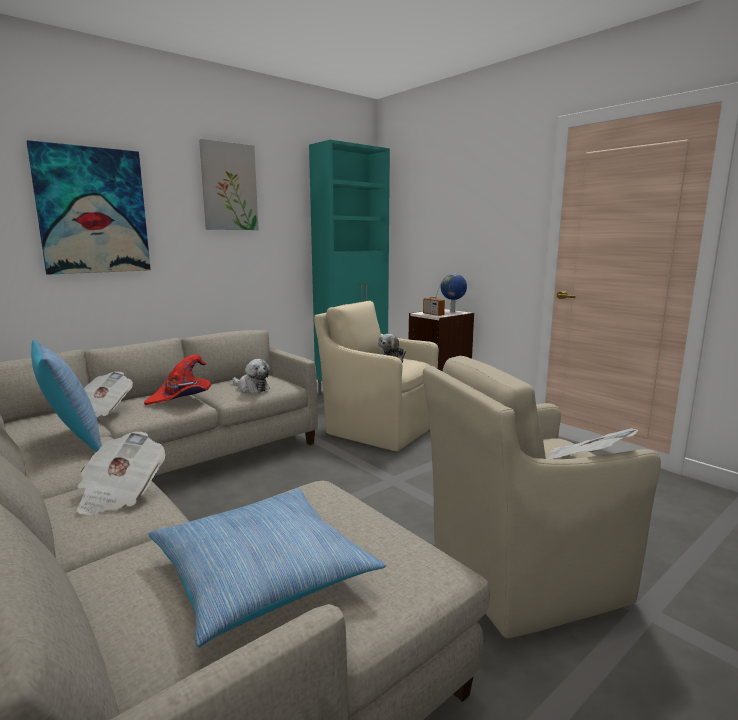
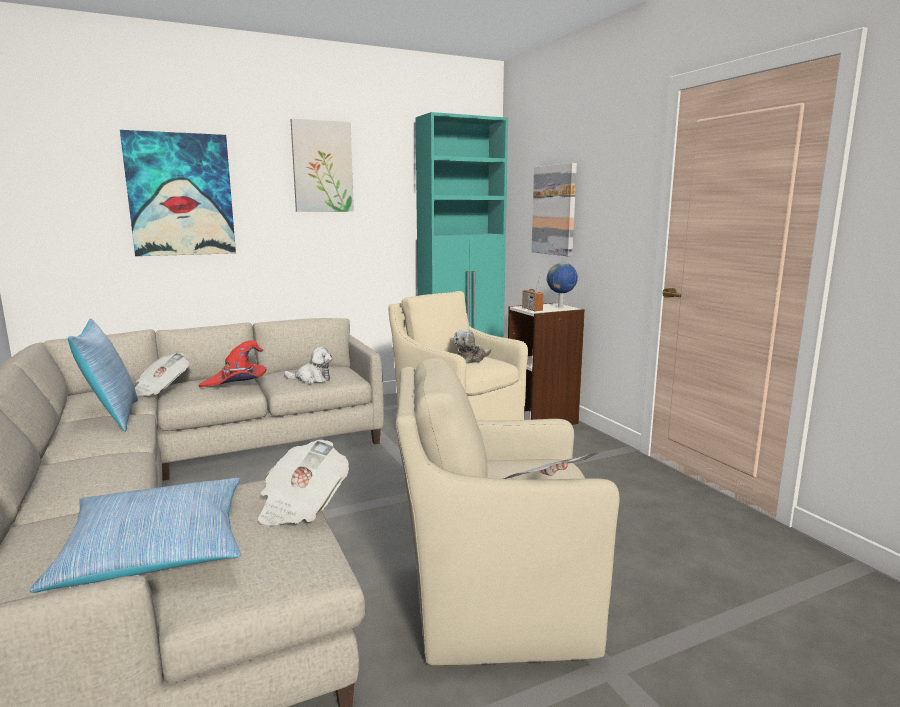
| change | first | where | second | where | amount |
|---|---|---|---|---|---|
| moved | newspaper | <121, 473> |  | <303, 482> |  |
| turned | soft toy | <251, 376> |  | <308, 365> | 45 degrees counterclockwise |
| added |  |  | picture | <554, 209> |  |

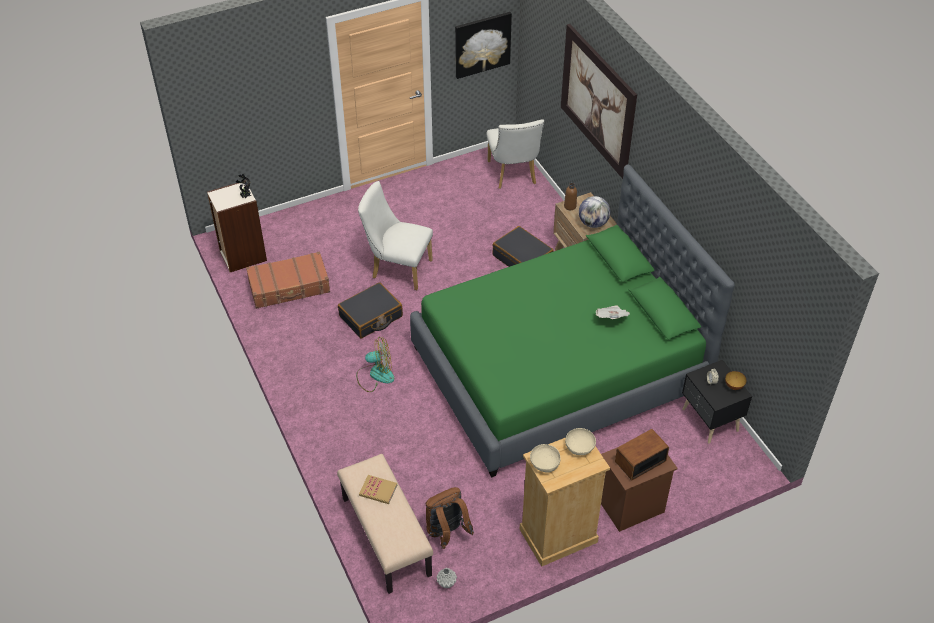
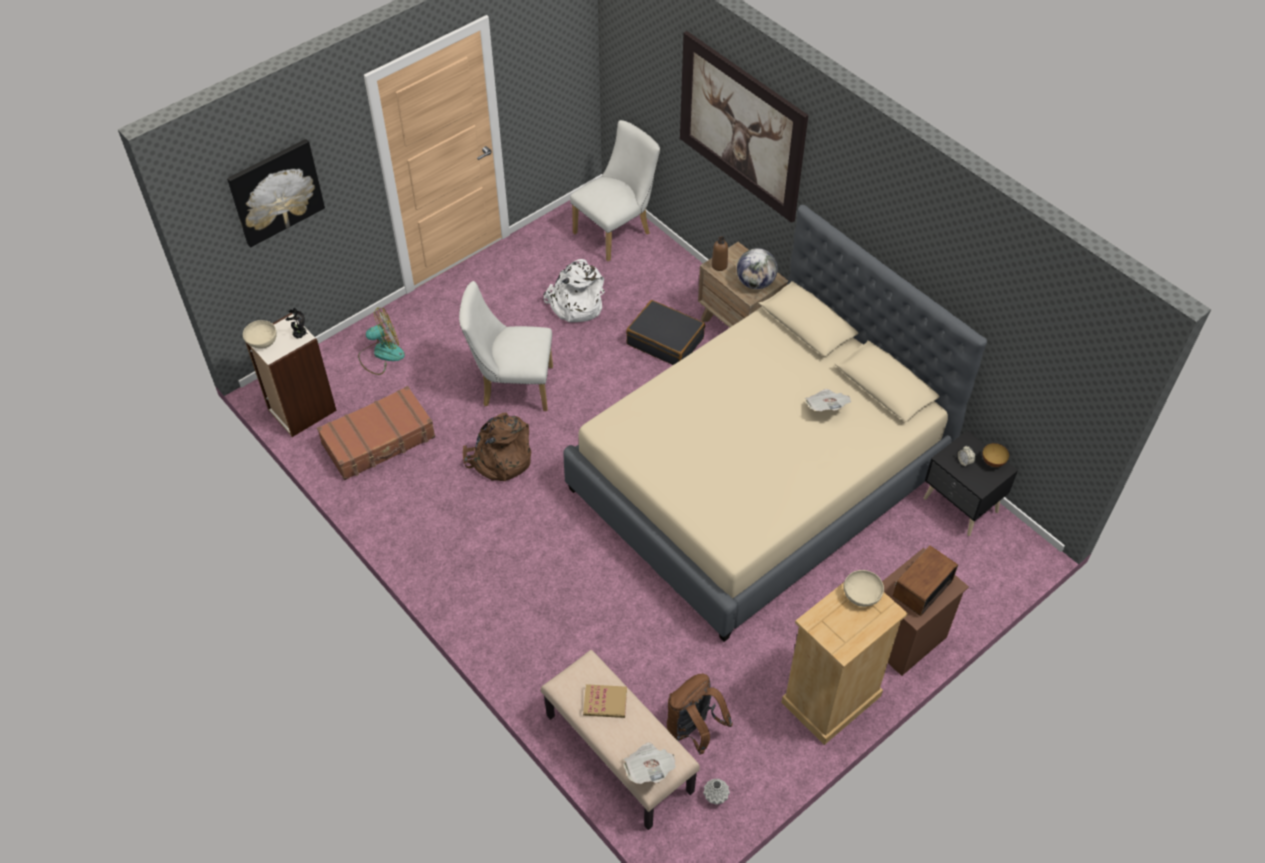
| change | first | where | second | where | amount |
|---|---|---|---|---|---|
| replaced | piece of luggage in black-coloured | <370, 310> | knapsack in brown-coloured | <497, 447> |  |
| moved | cooling fan | <375, 364> |  | <381, 341> |  |
| recoloured | sleeping bed in green | <572, 321> | sleeping bed in sand-coloured | <775, 423> |  |
| moved | picture | <483, 45> |  | <276, 193> |  |
| turned | upright chair in whitish | <515, 154> |  | <615, 190> | 105 degrees counterclockwise |
| moved | serving bowl in sand-coloured | <545, 458> |  | <260, 334> |  |
| added |  |  | knapsack in whitish | <574, 290> |  |
| added |  |  | newspaper | <649, 763> |  |

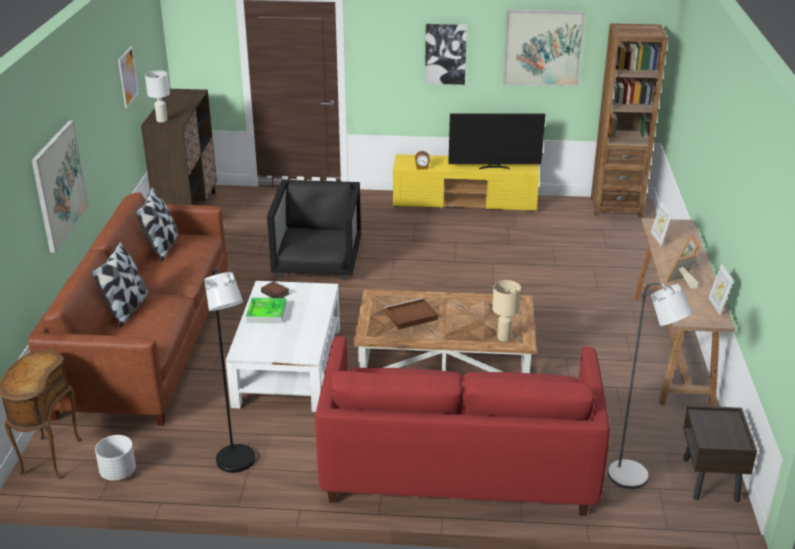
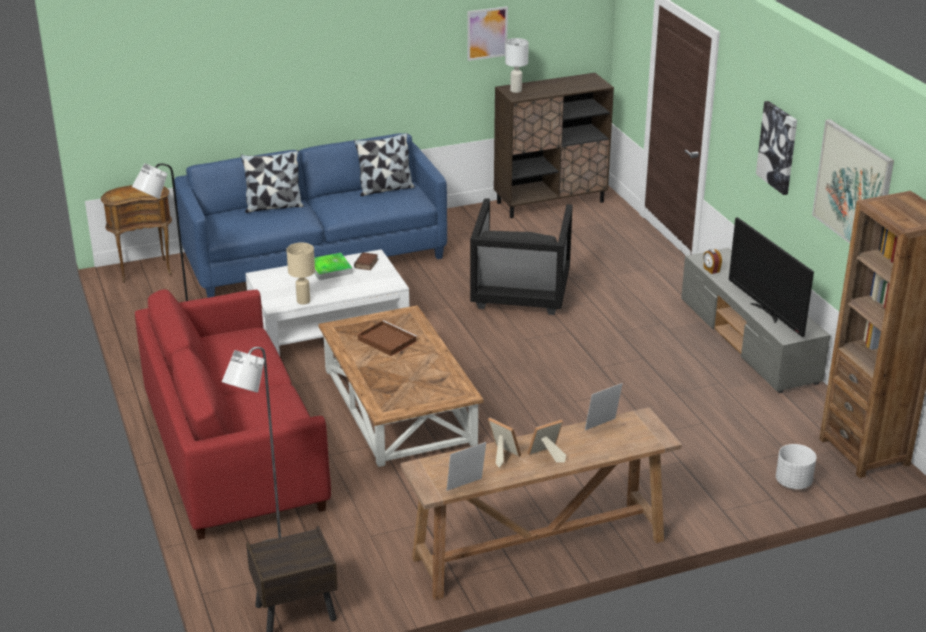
| change | first | where | second | where | amount |
|---|---|---|---|---|---|
| recoloured | sofa in brown-coloured | <128, 309> | sofa in blue-coloured | <310, 215> |  |
| removed | picture | <60, 186> |  |  |  |
| moved | planter in whitish | <115, 458> |  | <796, 466> |  |
| turned | armchair in black-coloured | <314, 230> |  | <521, 256> | 120 degrees clockwise |
| recoloured | tv stand in yellowish | <466, 183> | tv stand in greyish | <756, 320> |  |
| moved | tabletop lamp in sand-coloured | <506, 311> |  | <301, 274> |  |

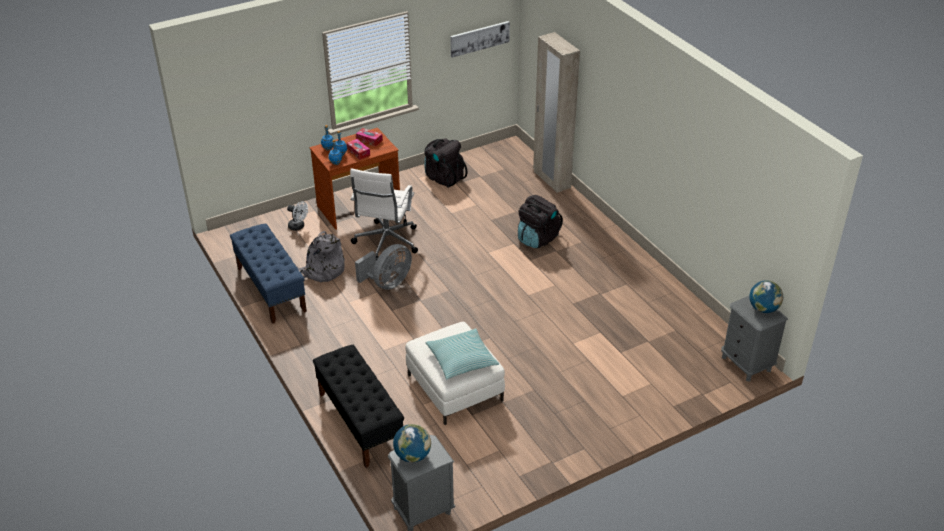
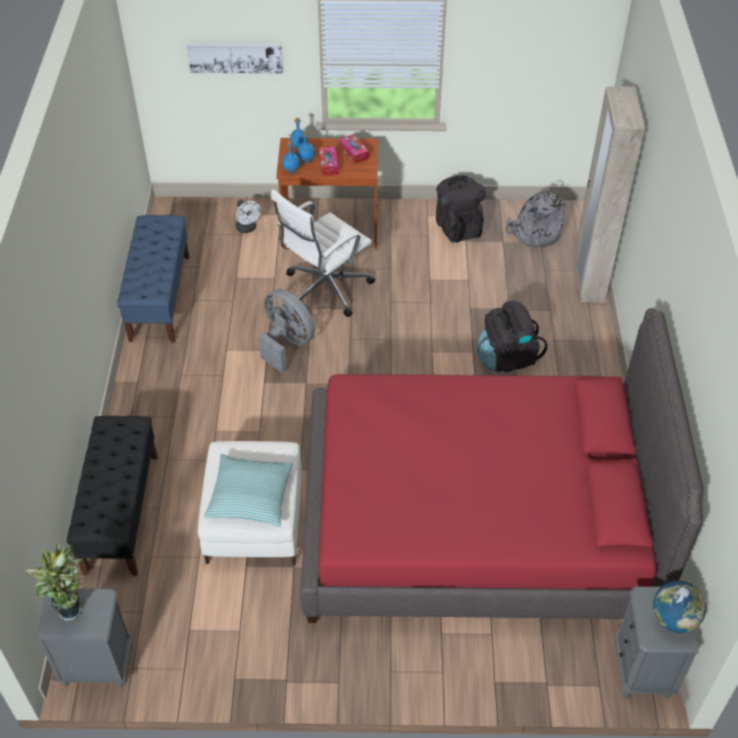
| change | first | where | second | where | amount |
|---|---|---|---|---|---|
| moved | knapsack in greyish | <321, 256> |  | <536, 218> |  |
| turned | cooling fan in greyish | <383, 267> |  | <286, 331> | 120 degrees counterclockwise |
| replaced | globe | <412, 443> | houseplant | <54, 581> |  |
| moved | picture | <480, 39> |  | <235, 58> |  |
| added |  |  | sleeping bed in reddish | <502, 465> |  |

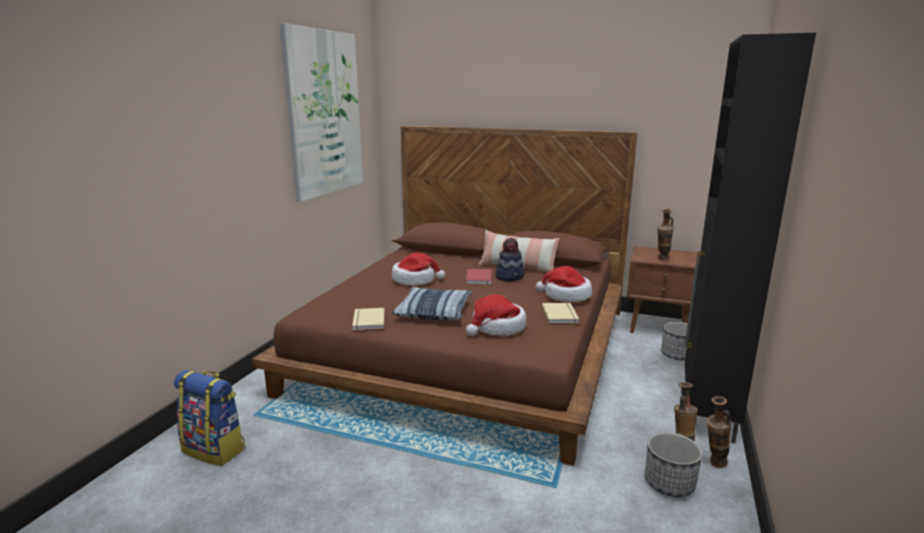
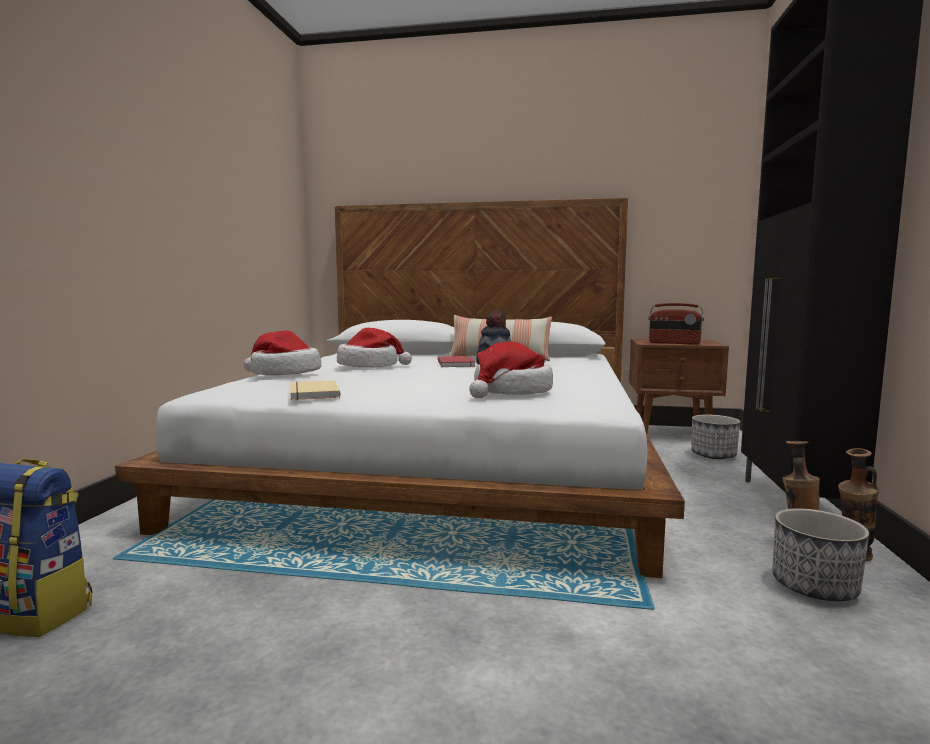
| change | first | where | second | where | amount |
|---|---|---|---|---|---|
| recoloured | sleeping bed in brown-coloured | <445, 296> | sleeping bed in whitish | <400, 388> |  |
| removed | picture | <321, 112> |  |  |  |
| removed | pillow | <432, 303> |  |  |  |
| moved | clothing hat | <564, 284> |  | <282, 352> |  |
| removed | volume in sand-coloured | <560, 313> |  |  |  |
| replaced | vase | <665, 235> | radio set | <676, 324> |  |

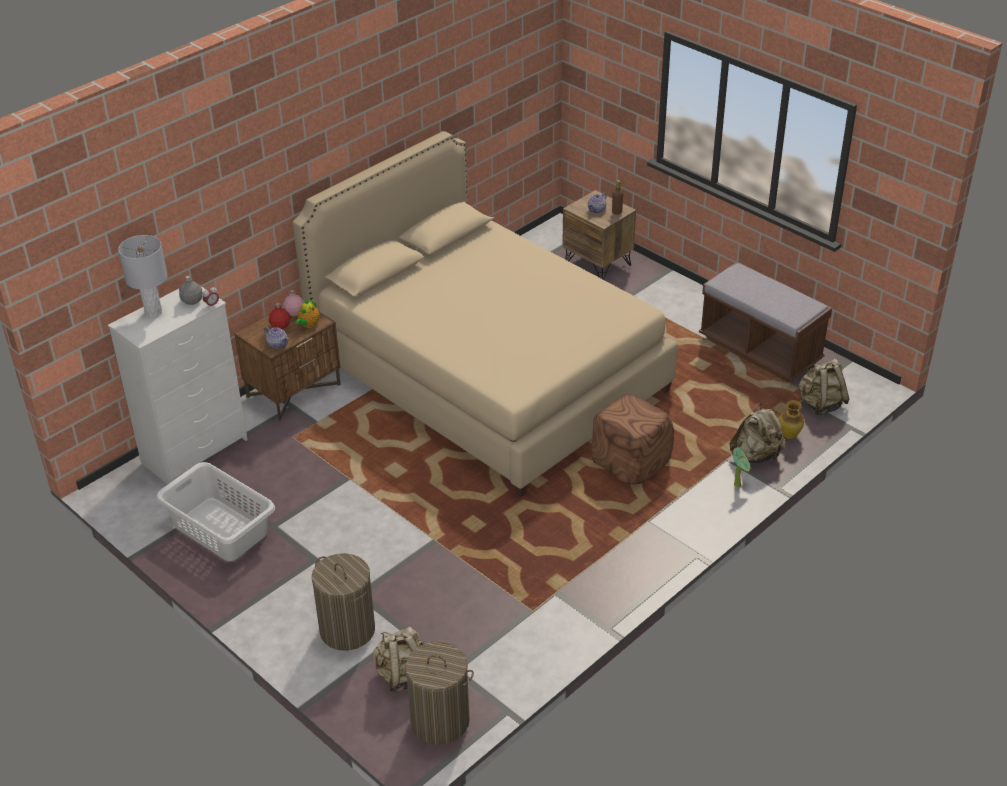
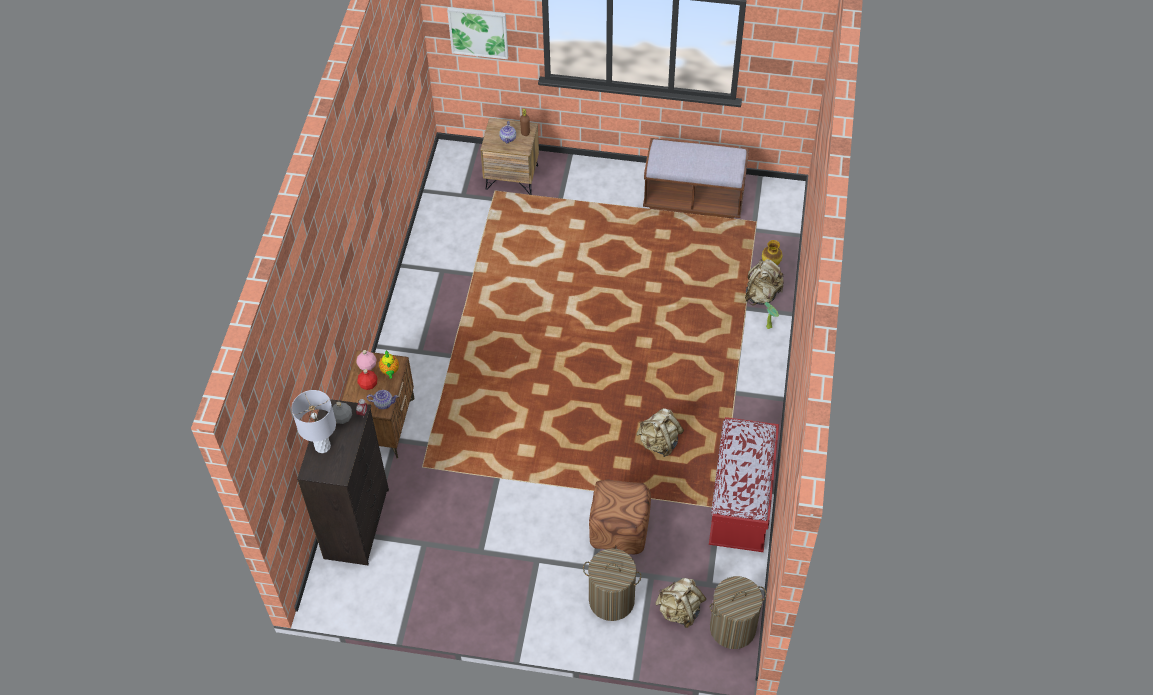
| change | first | where | second | where | amount |
|---|---|---|---|---|---|
| recoloured | chest of drawers in whitish | <178, 385> | chest of drawers in black-coloured | <343, 482> |  |
| removed | hamper in whitish | <215, 511> |  |  |  |
| removed | sleeping bed in sand-coloured | <485, 314> |  |  |  |
| moved | pouffe in brown-coloured | <632, 439> |  | <620, 517> |  |
| moved | knapsack in sand-coloured | <824, 387> |  | <660, 432> |  |
| added |  |  | picture | <477, 33> |  |
| added |  |  | bench in reddish | <744, 484> |  |

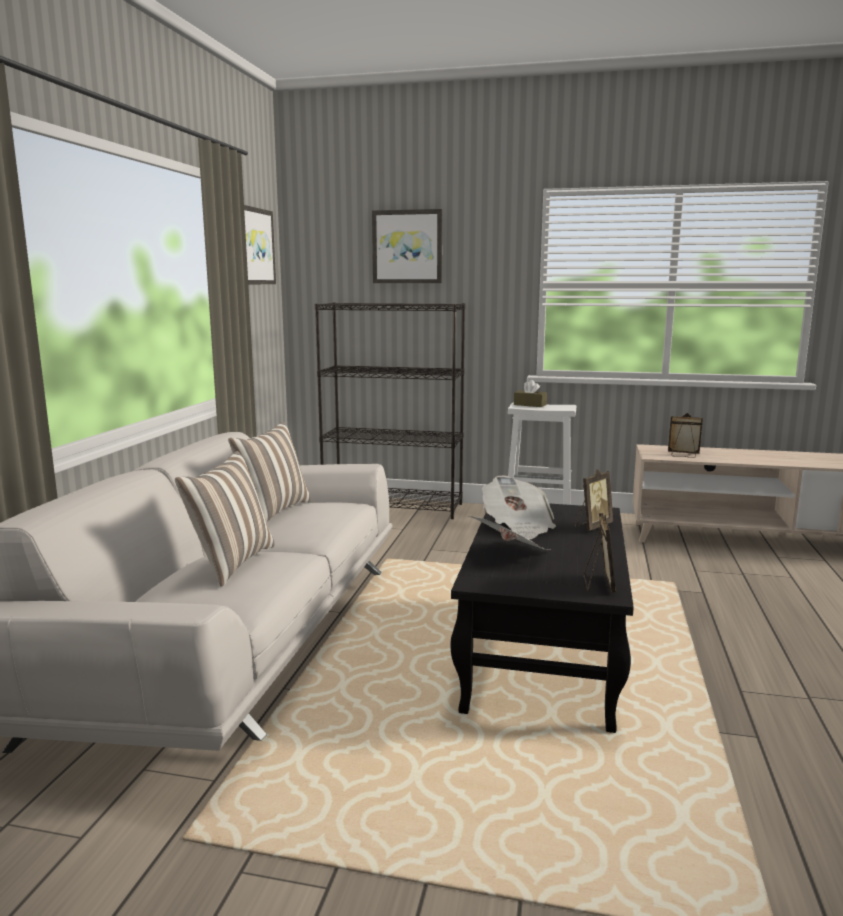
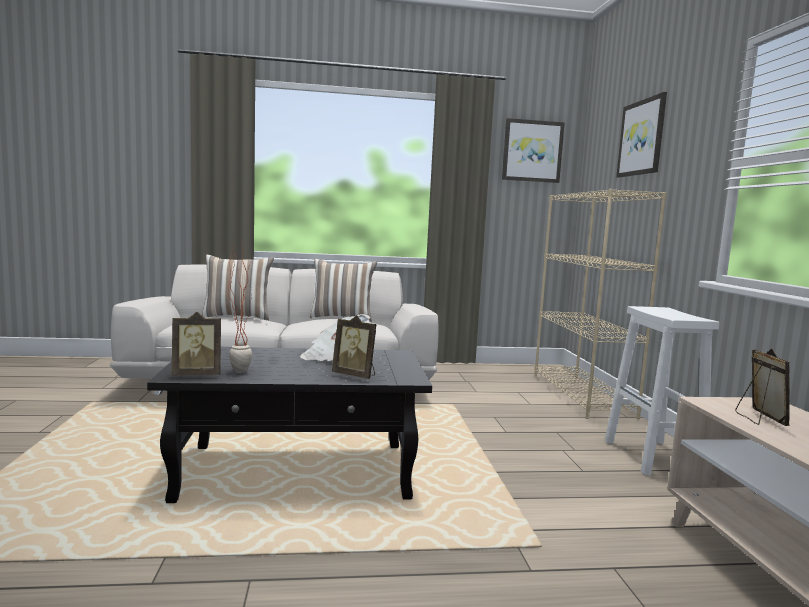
| change | first | where | second | where | amount |
|---|---|---|---|---|---|
| recoloured | bookshelf in black-coloured | <390, 410> | bookshelf in sand-coloured | <600, 304> |  |
| removed | newspaper | <508, 533> |  |  |  |
| removed | tissue holder in brown-coloured | <530, 393> |  |  |  |
| added |  |  | houseplant | <240, 304> |  |

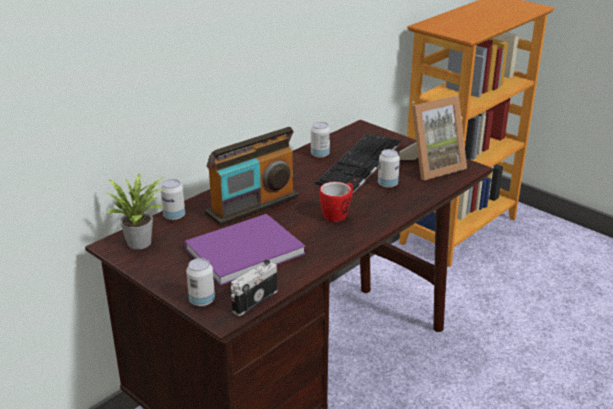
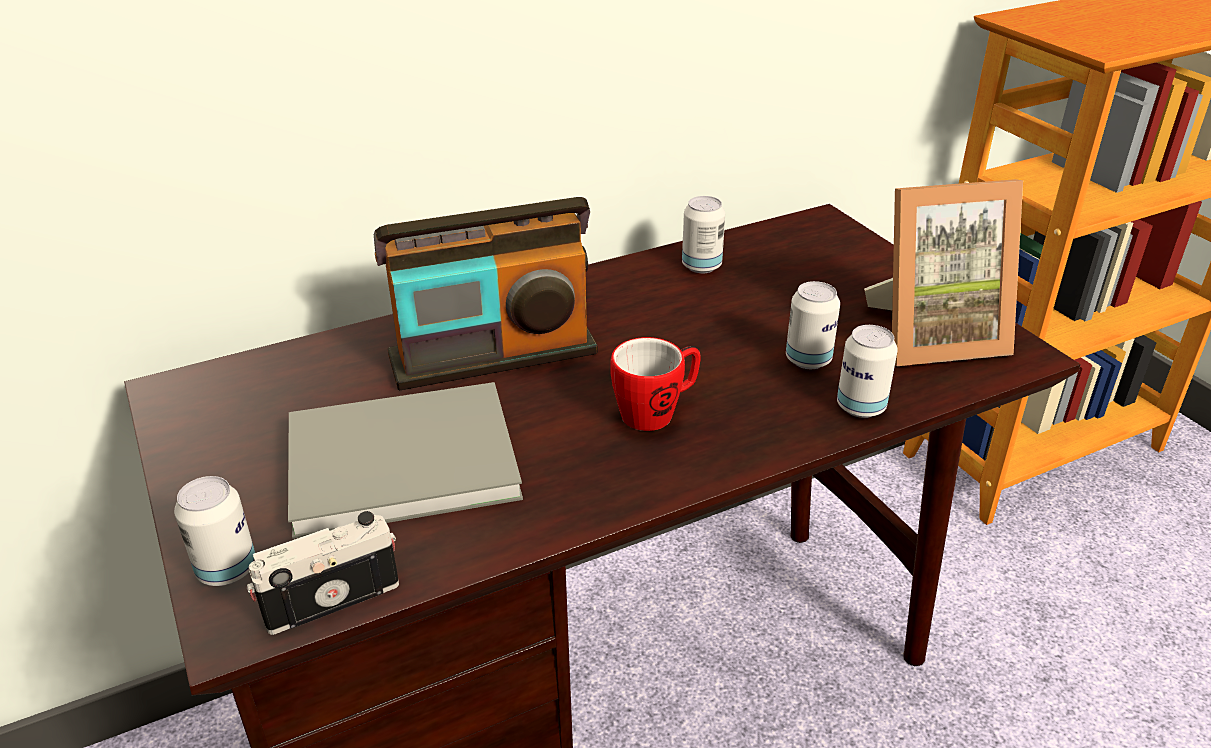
| change | first | where | second | where | amount |
|---|---|---|---|---|---|
| removed | houseplant | <135, 211> |  |  |  |
| moved | sealed can | <173, 199> |  | <867, 371> |  |
| recoloured | volume in purple-coloured | <244, 250> | volume in greyish | <405, 460> |  |
| removed | PC keyboard | <358, 163> |  |  |  |

